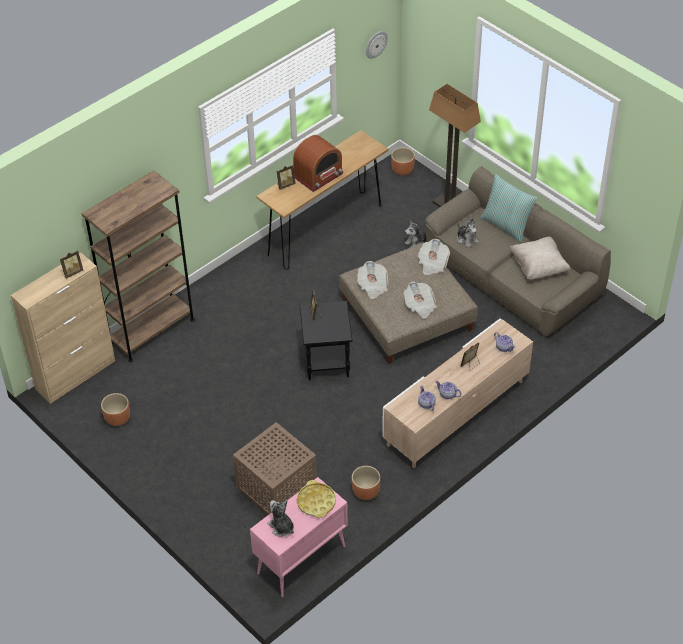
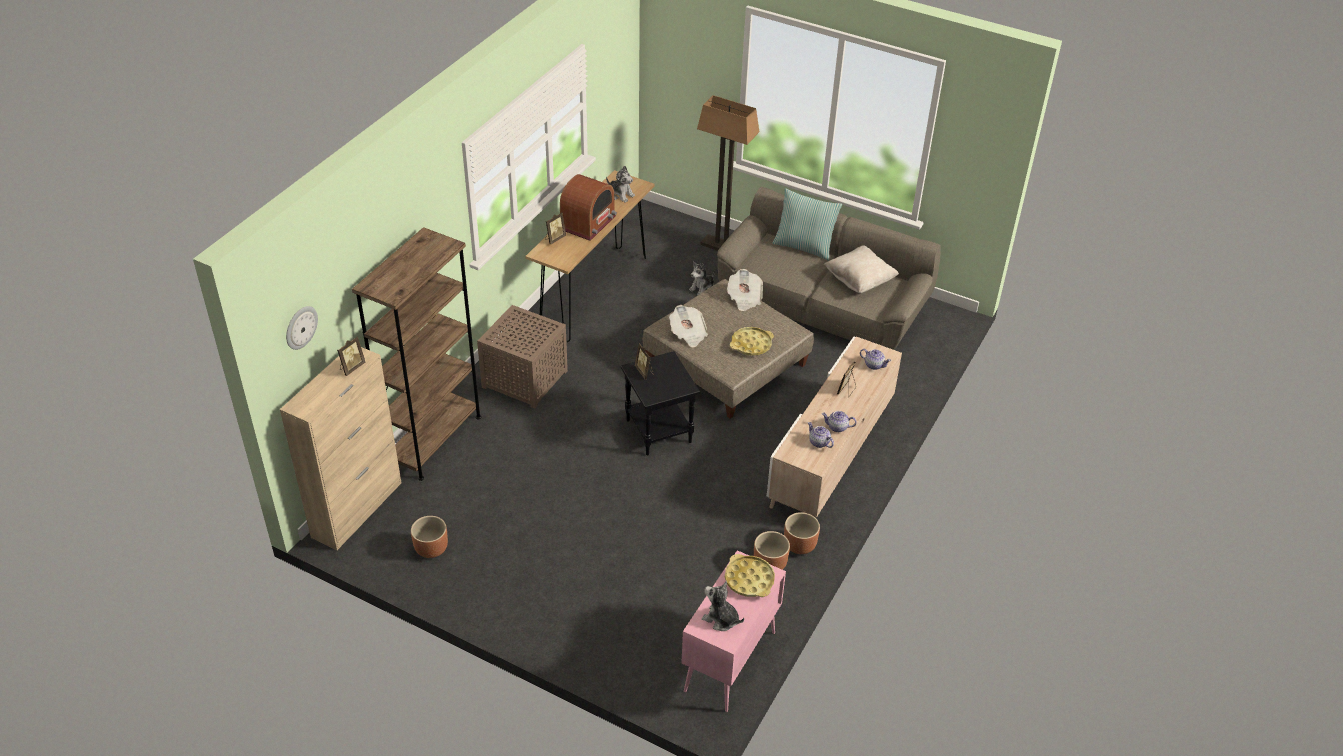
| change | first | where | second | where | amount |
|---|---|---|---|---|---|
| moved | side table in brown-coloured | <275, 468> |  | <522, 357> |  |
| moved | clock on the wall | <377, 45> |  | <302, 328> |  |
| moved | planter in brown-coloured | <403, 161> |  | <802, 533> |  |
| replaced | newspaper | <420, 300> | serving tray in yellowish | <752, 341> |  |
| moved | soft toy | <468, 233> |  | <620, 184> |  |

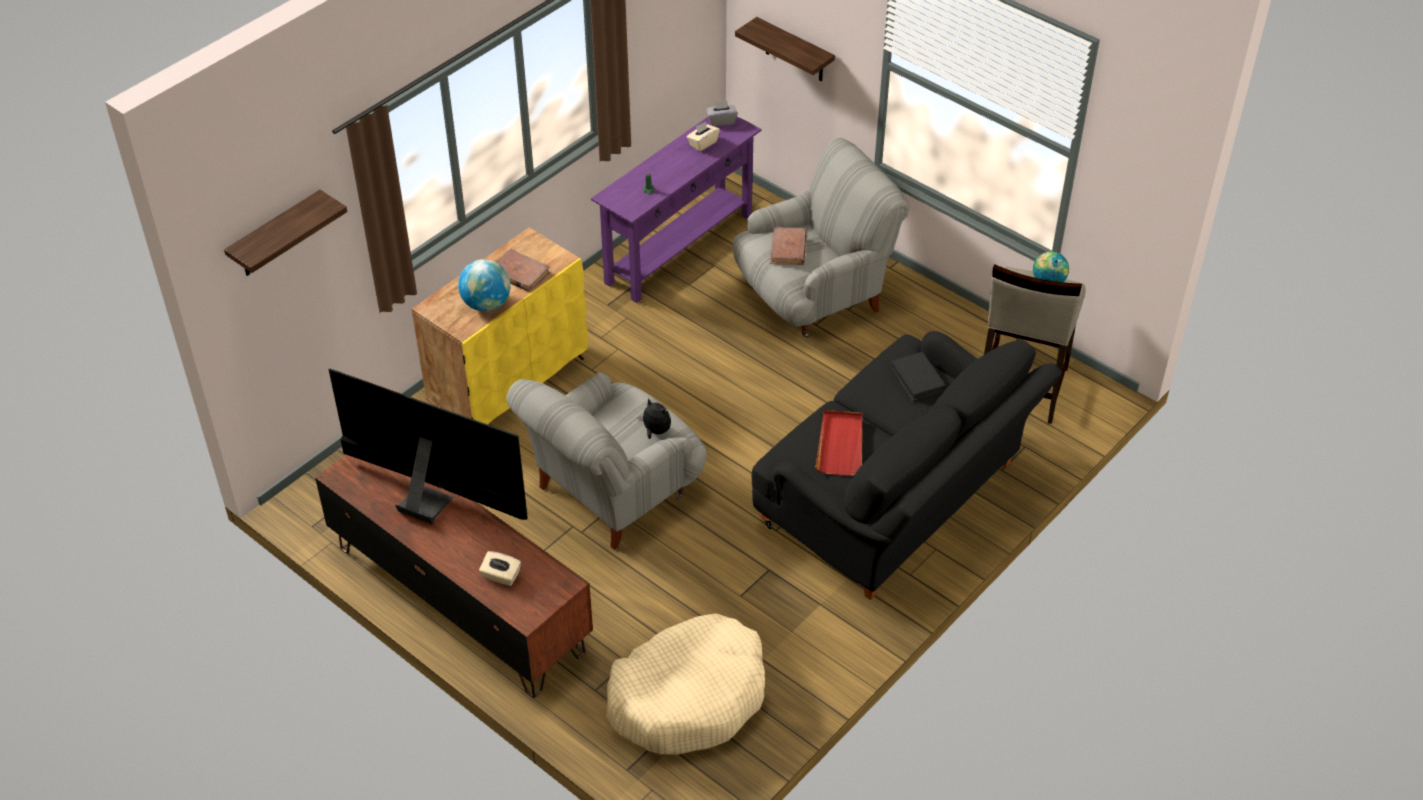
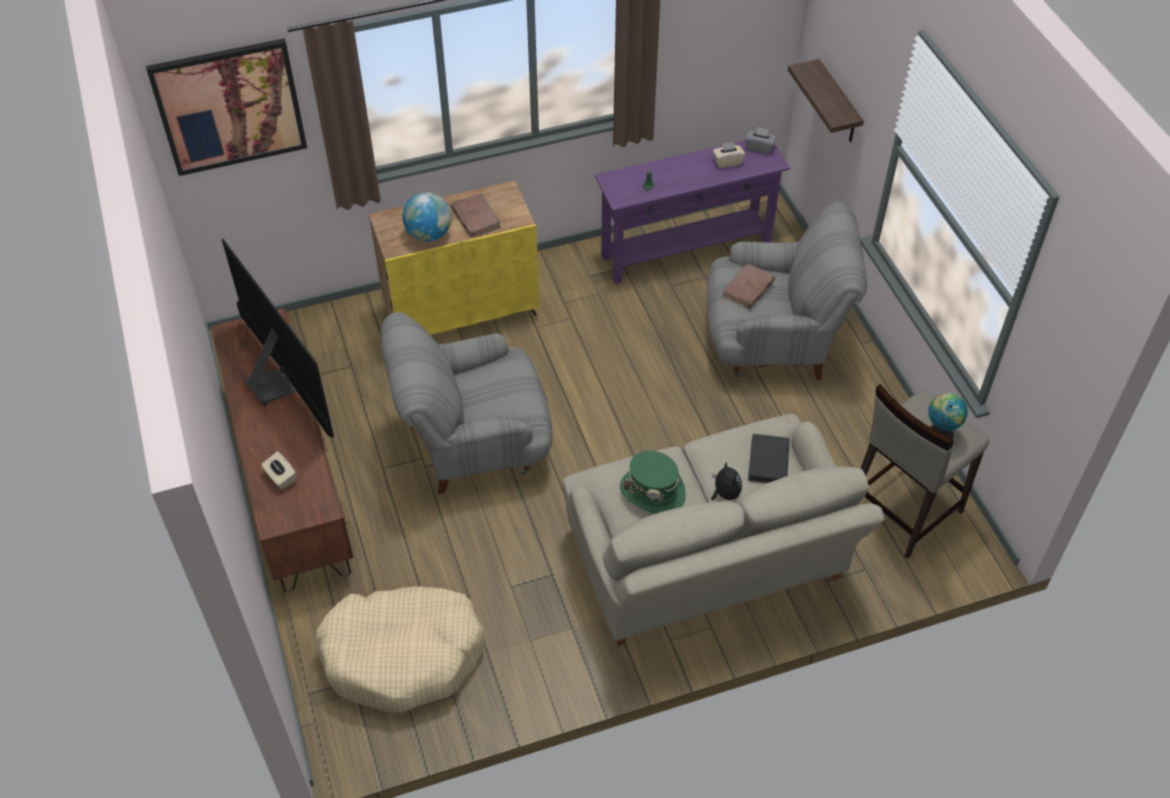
| change | first | where | second | where | amount |
|---|---|---|---|---|---|
| replaced | wall shelf | <285, 233> | picture | <226, 107> |  |
| moved | soft toy | <654, 418> |  | <726, 481> |  |
| recoloured | sofa in black-coloured | <907, 465> | sofa in sand-coloured | <724, 530> |  |
| replaced | serving tray in reddish | <838, 443> | clothing hat in green | <653, 482> |  |

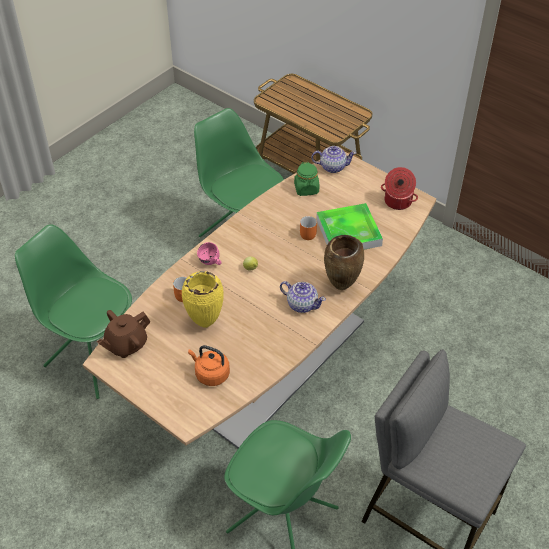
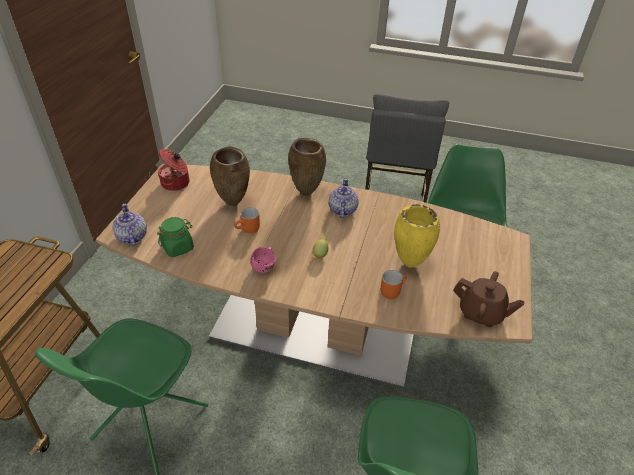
| change | first | where | second | where | amount |
|---|---|---|---|---|---|
| removed | tea kettle in orangey | <209, 365> |  |  |  |
| moved | coffee mug in pink-coloured | <209, 253> |  | <263, 260> |  |
| replaced | serving tray | <349, 226> | vase in brown-coloured | <230, 176> |  |

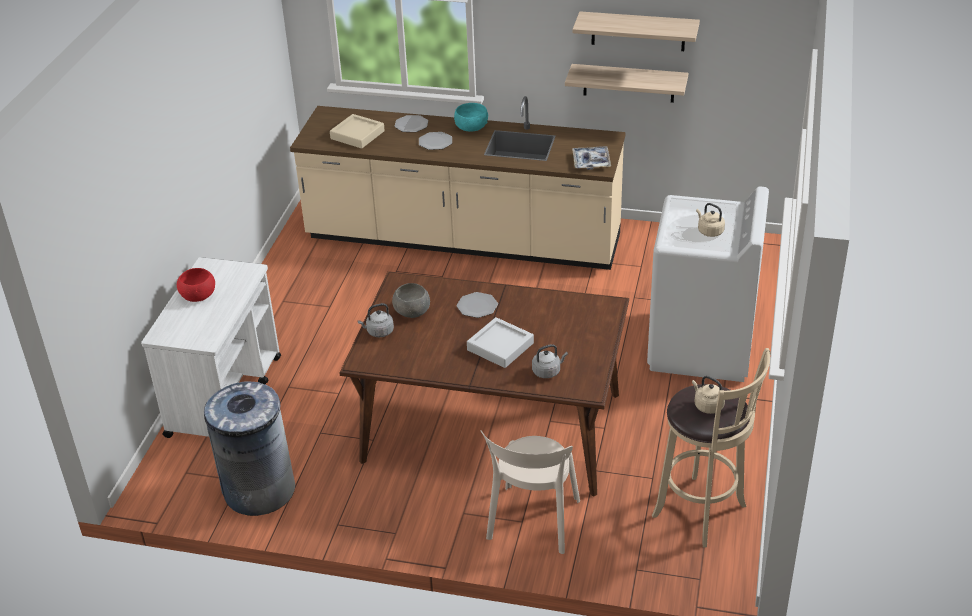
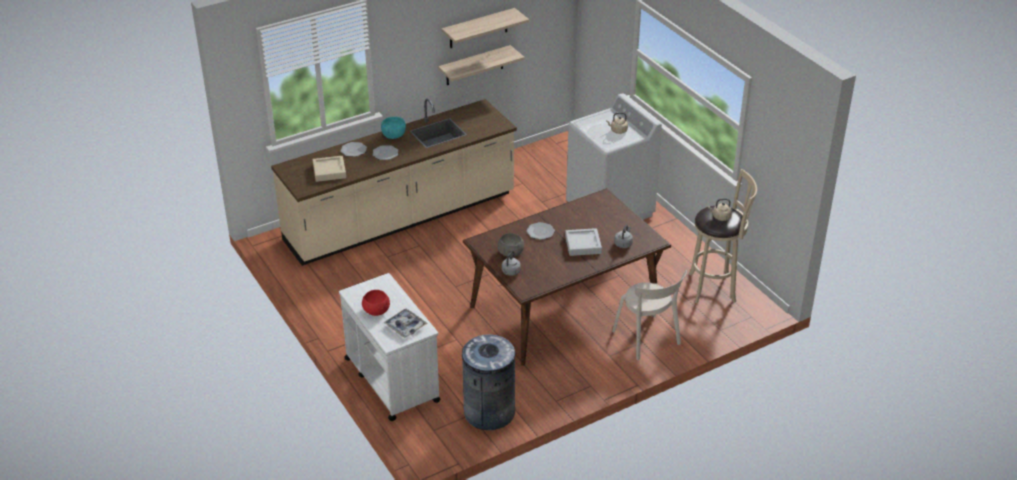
| change | first | where | second | where | amount |
|---|---|---|---|---|---|
| moved | serving tray | <591, 158> |  | <405, 323> |  |

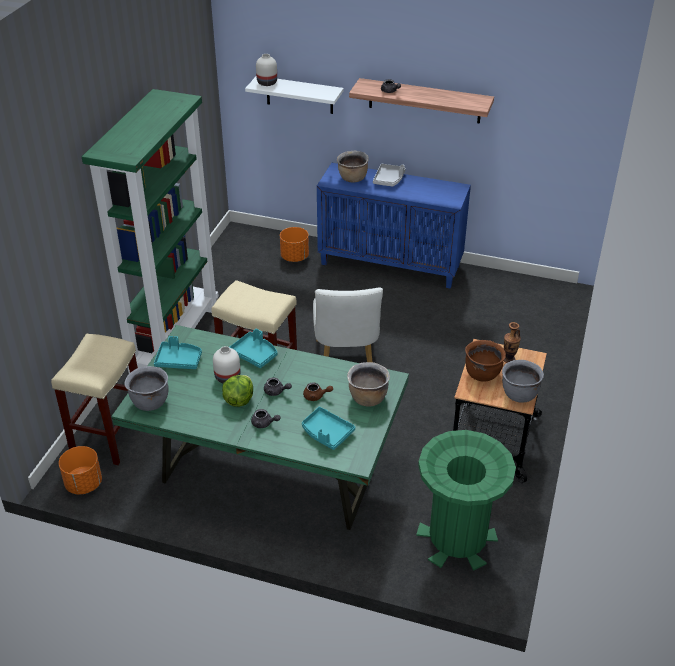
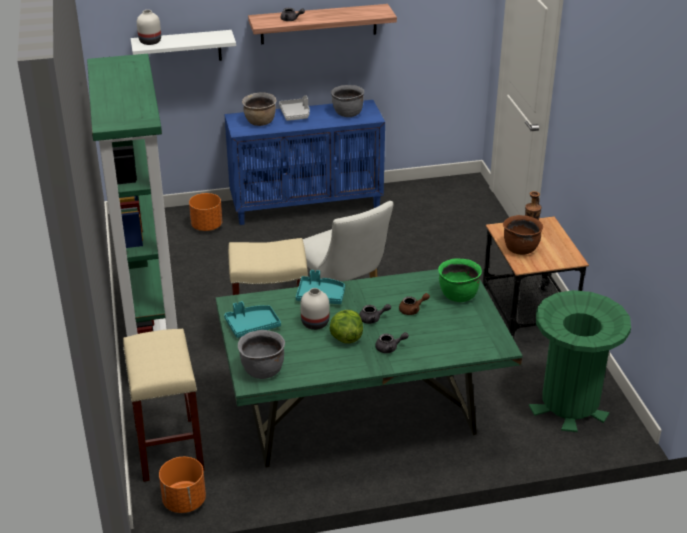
| change | first | where | second | where | amount |
|---|---|---|---|---|---|
| removed | serving tray in blue-green | <328, 428> |  |  |  |
| recoloured | cooking pot in brown-coloured | <368, 384> | cooking pot in green | <460, 280> |  |
| moved | cooking pot in greyish | <523, 381> |  | <347, 101> |  |

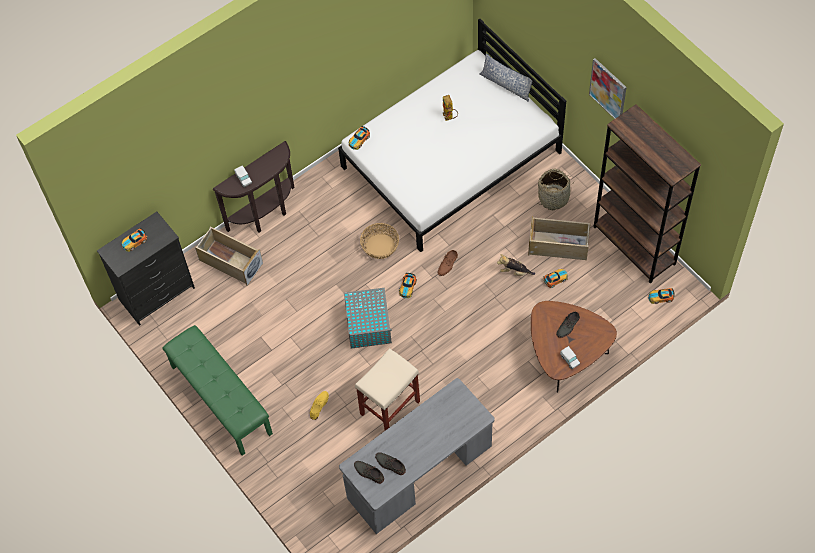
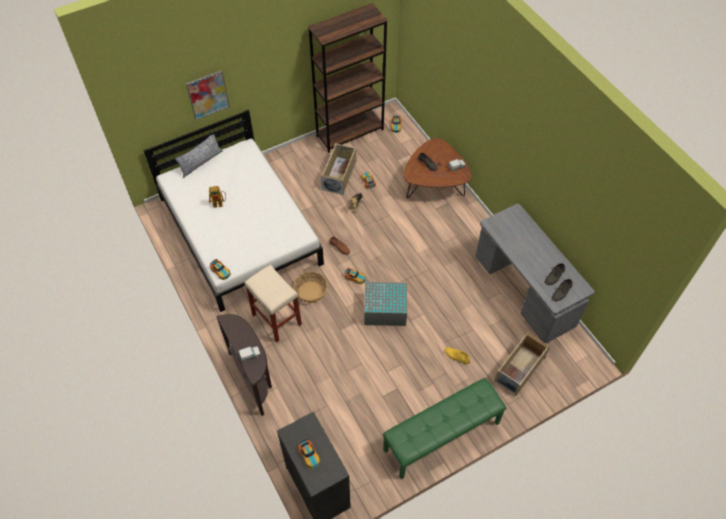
| change | first | where | second | where | amount |
|---|---|---|---|---|---|
| moved | storage box in sand-coloured | <229, 256> |  | <522, 363> |  |
| moved | stool seat in sand-coloured | <387, 389> |  | <273, 303> |  |
| removed | basket | <555, 189> |  |  |  |
| moved | picture | <608, 88> |  | <207, 95> |  |

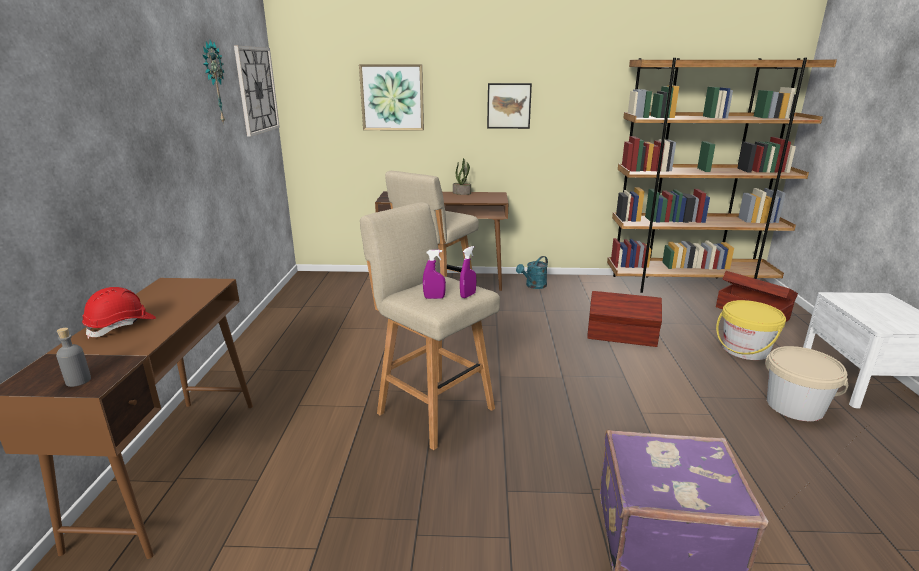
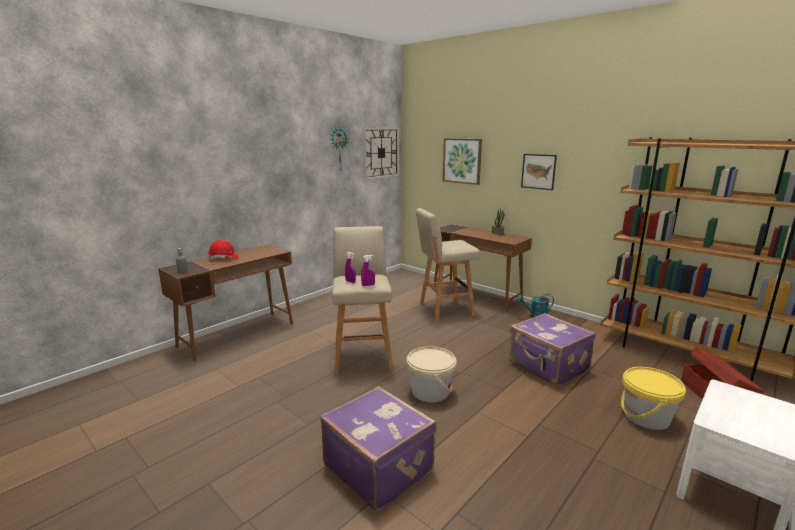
| change | first | where | second | where | amount |
|---|---|---|---|---|---|
| replaced | storage box in brown-coloured | <624, 319> | piece of luggage in purple-coloured | <552, 350> |  |
| moved | pail in sand-coloured | <806, 383> |  | <431, 374> |  |

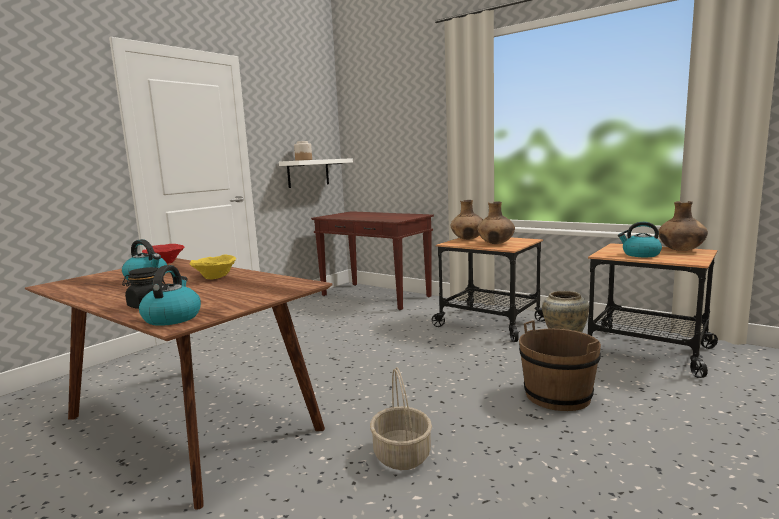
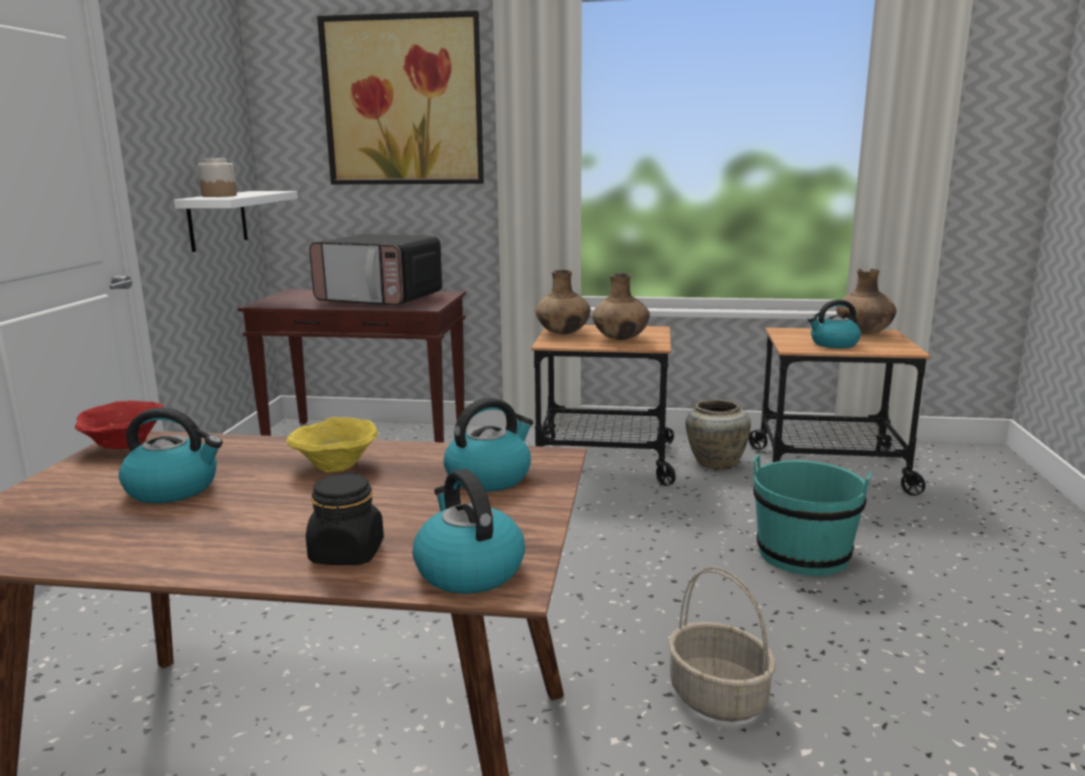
| change | first | where | second | where | amount |
|---|---|---|---|---|---|
| recoloured | pail in brown-coloured | <560, 365> | pail in blue-green | <812, 515> |  |
| added |  |  | kitchen microwave | <375, 269> |  |
| added |  |  | picture | <400, 97> |  |
| added |  |  | tea kettle | <488, 445> |  |

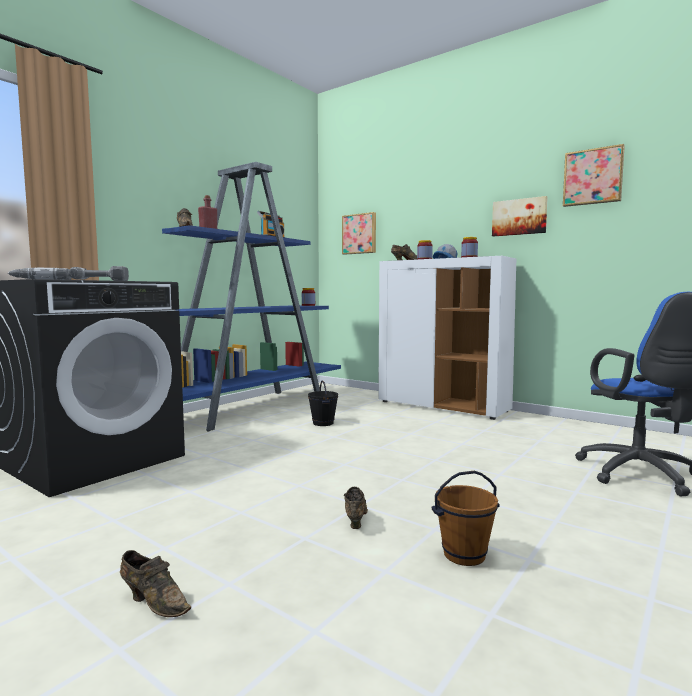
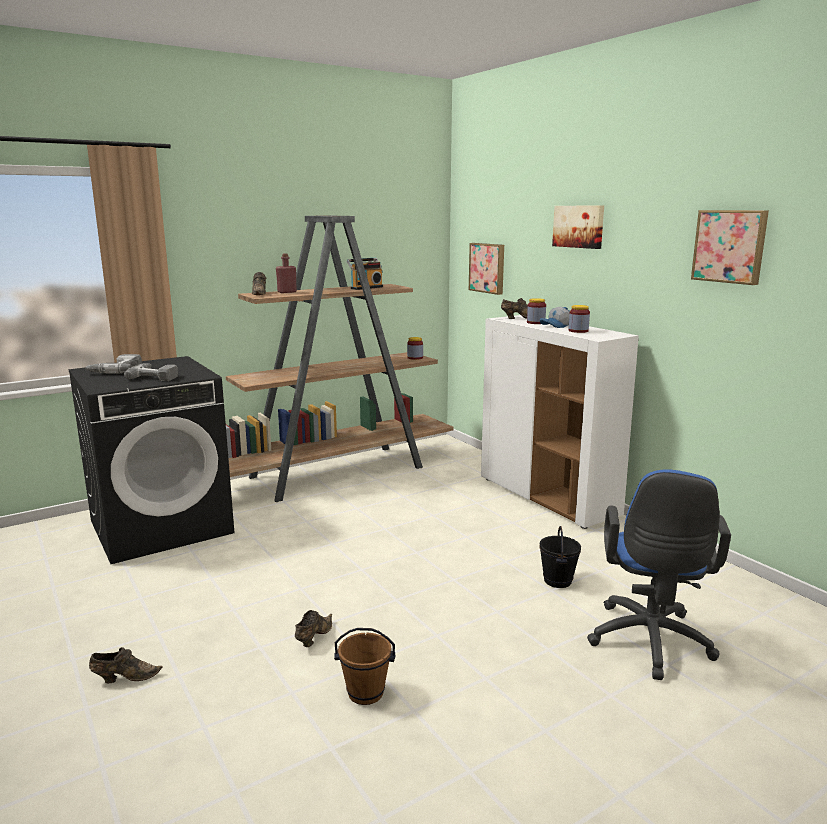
| change | first | where | second | where | amount |
|---|---|---|---|---|---|
| turned | shoe in brown-coloured | <155, 583> |  | <125, 665> | 60 degrees counterclockwise |
| recoloured | bookshelf in blue-coloured | <251, 296> | bookshelf in brown-coloured | <340, 358> |  |
| moved | pail in black-coloured | <323, 403> |  | <560, 557> |  |
| moved | picture | <520, 216> |  | <578, 227> |  |

